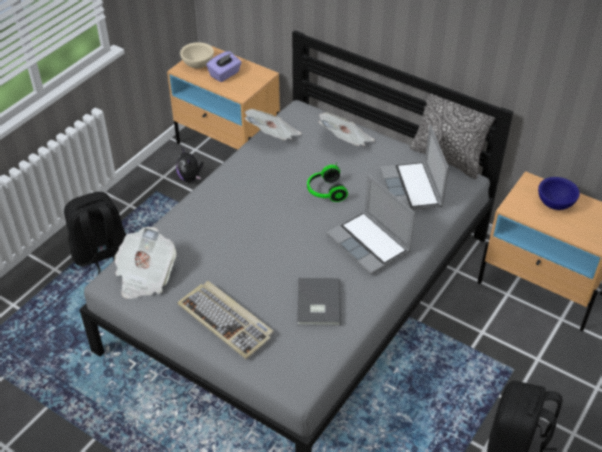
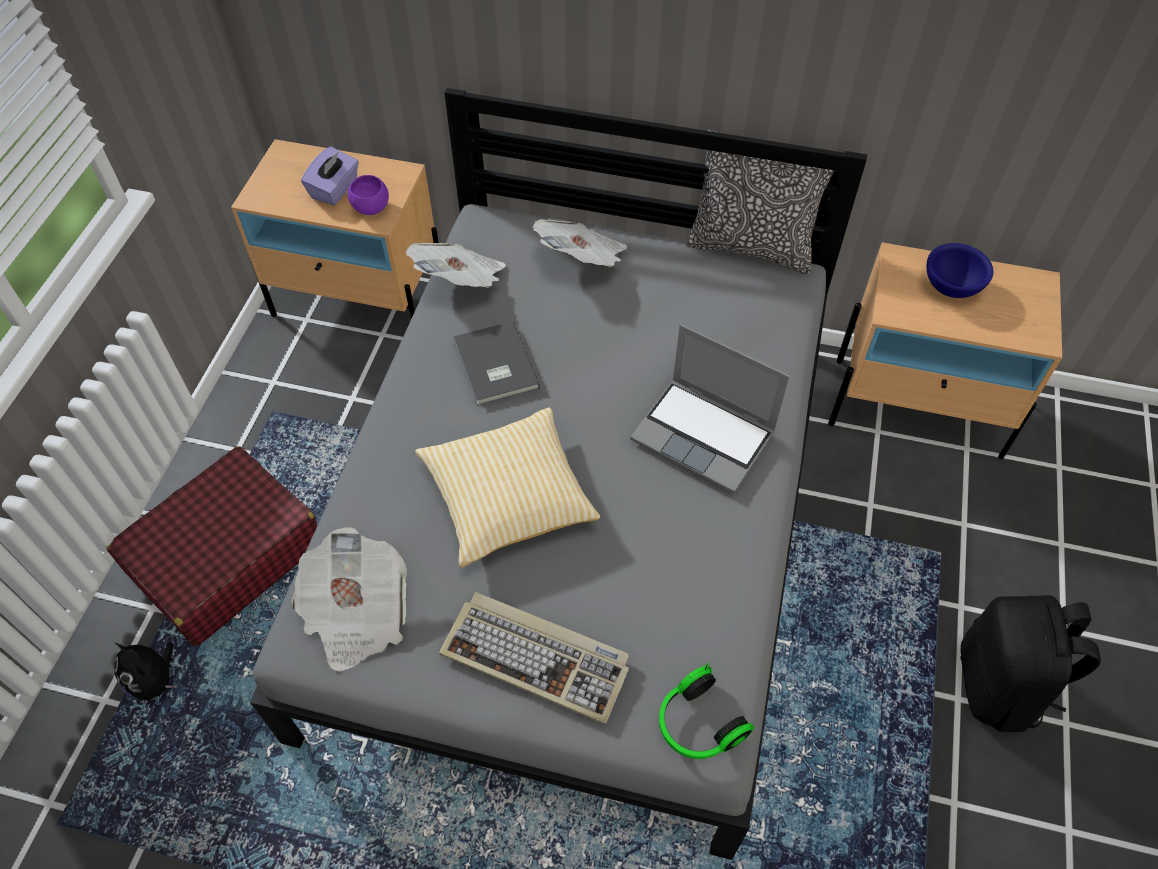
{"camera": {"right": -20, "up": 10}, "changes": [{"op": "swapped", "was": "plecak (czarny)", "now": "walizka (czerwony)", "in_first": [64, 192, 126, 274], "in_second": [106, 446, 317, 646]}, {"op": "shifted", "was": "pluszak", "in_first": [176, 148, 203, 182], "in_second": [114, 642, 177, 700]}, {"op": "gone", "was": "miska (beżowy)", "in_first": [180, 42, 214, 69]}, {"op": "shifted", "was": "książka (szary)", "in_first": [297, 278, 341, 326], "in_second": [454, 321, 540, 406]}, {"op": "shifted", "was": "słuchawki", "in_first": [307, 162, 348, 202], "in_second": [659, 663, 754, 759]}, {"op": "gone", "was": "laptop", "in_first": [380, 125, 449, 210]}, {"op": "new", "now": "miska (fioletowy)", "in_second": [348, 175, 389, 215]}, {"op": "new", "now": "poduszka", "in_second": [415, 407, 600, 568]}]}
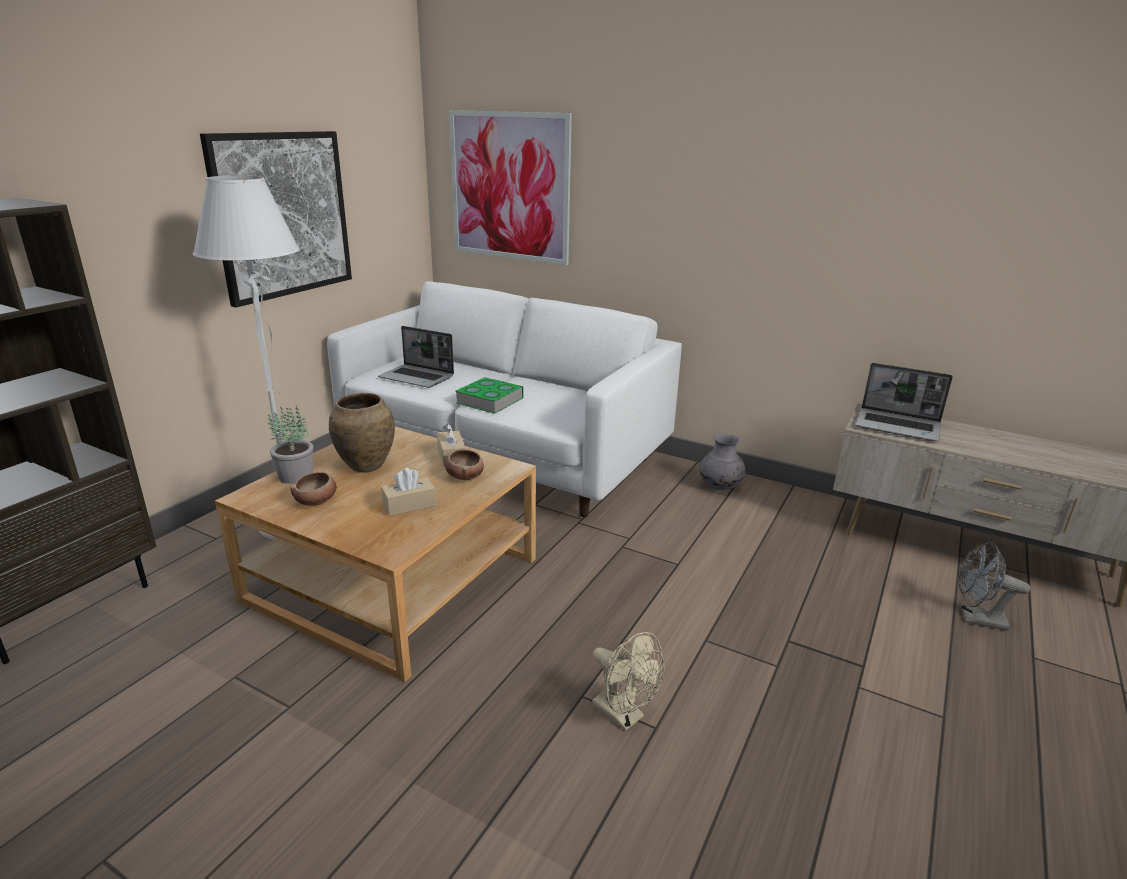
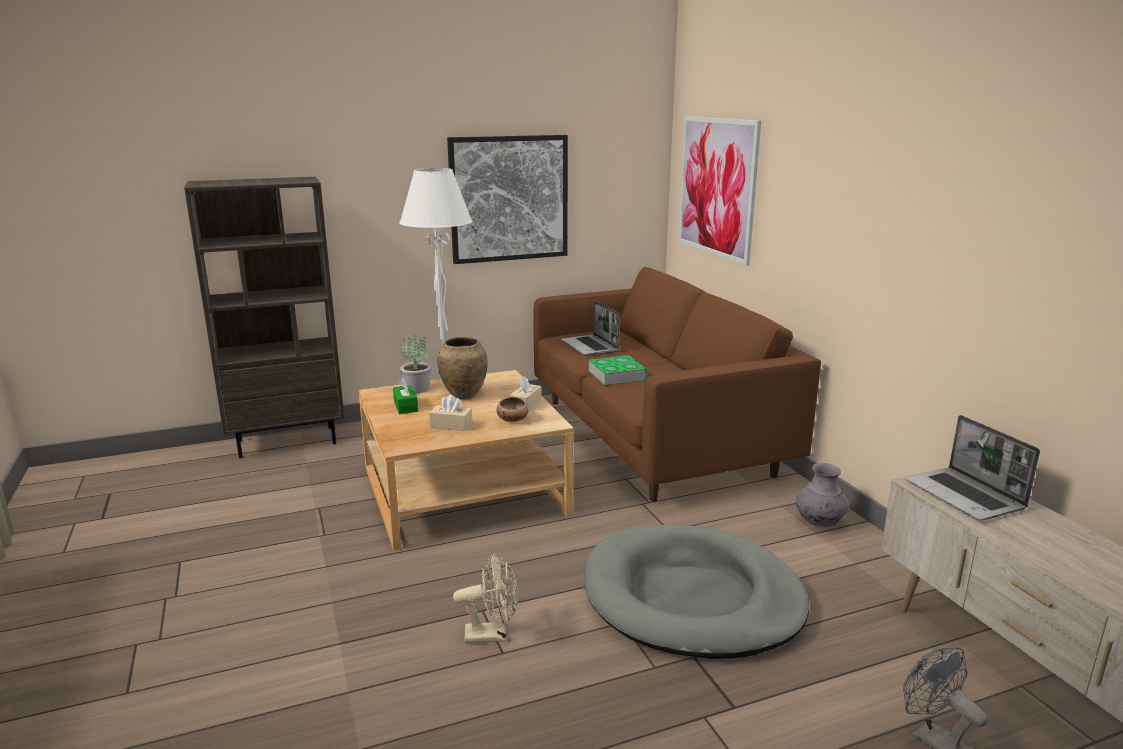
{"camera": {"right": 40, "up": -5}, "changes": [{"op": "swapped", "was": "miska", "now": "pudełko chusteczek (zielony)", "in_first": [290, 472, 337, 506], "in_second": [393, 378, 418, 414]}, {"op": "repainted", "was": "kanapa (biały)", "now": "kanapa (brązowy)", "in_first": [327, 281, 682, 517], "in_second": [534, 267, 821, 502]}, {"op": "rotated", "was": "wentylator (beżowy)", "in_first": [592, 632, 664, 731], "in_second": [453, 553, 518, 643], "clockwise": -90}, {"op": "new", "now": "legowisko (szary)", "in_second": [585, 525, 809, 659]}]}
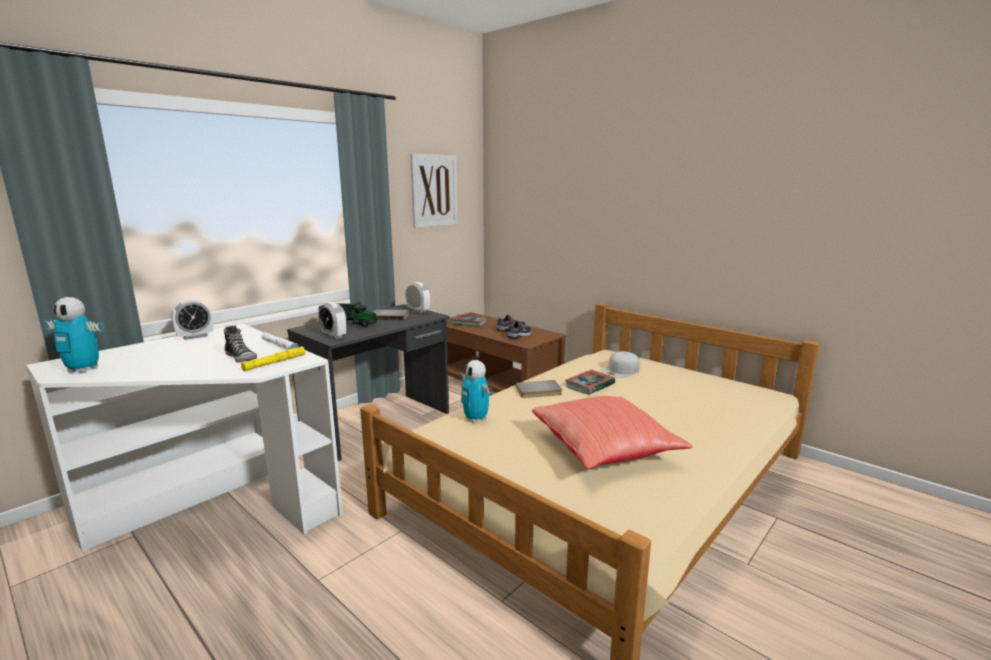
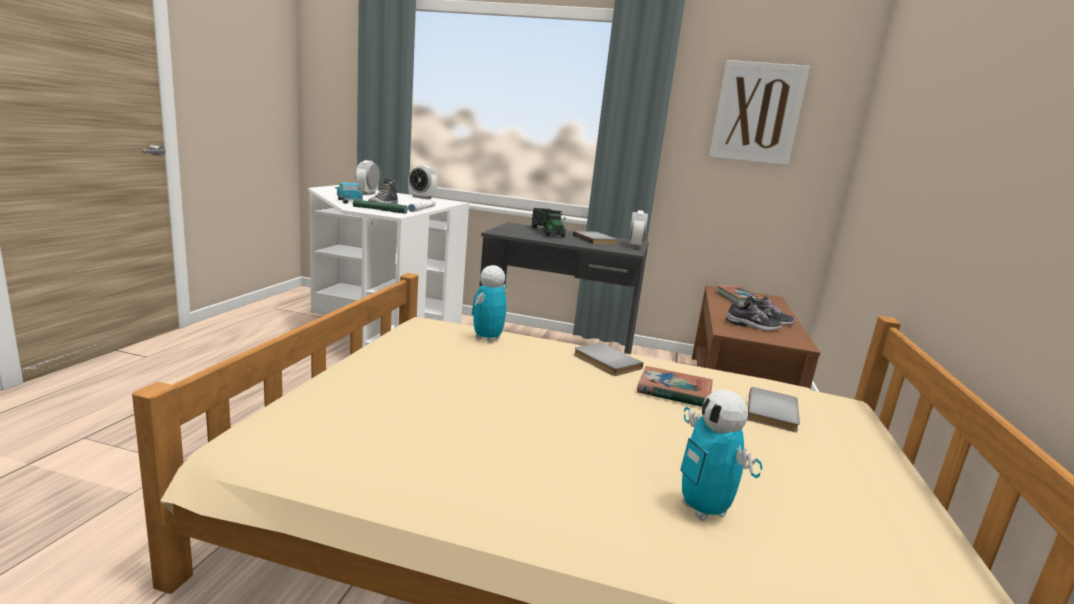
{"camera": {"right": 60, "up": 0}, "changes": [{"op": "shifted", "was": "robot zabawkowy", "in_first": [43, 297, 104, 373], "in_second": [680, 390, 762, 521]}, {"op": "repainted", "was": "latarka (żółty)", "now": "latarka (zielony)", "in_first": [241, 346, 305, 371], "in_second": [353, 199, 408, 214]}, {"op": "shifted", "was": "budzik", "in_first": [318, 302, 346, 339], "in_second": [355, 160, 380, 195]}, {"op": "gone", "was": "poduszka (czerwony)", "in_first": [532, 396, 693, 469]}, {"op": "swapped", "was": "czapka z daszkiem (biały)", "now": "książka (szary)", "in_first": [601, 351, 640, 378], "in_second": [747, 387, 800, 432]}, {"op": "new", "now": "ciężarówka zabawkowa", "in_second": [335, 182, 363, 203]}]}
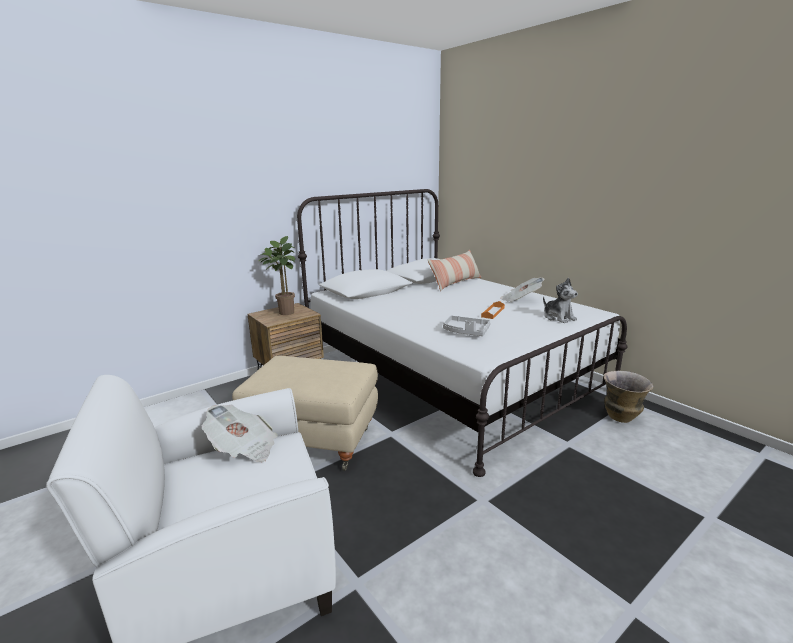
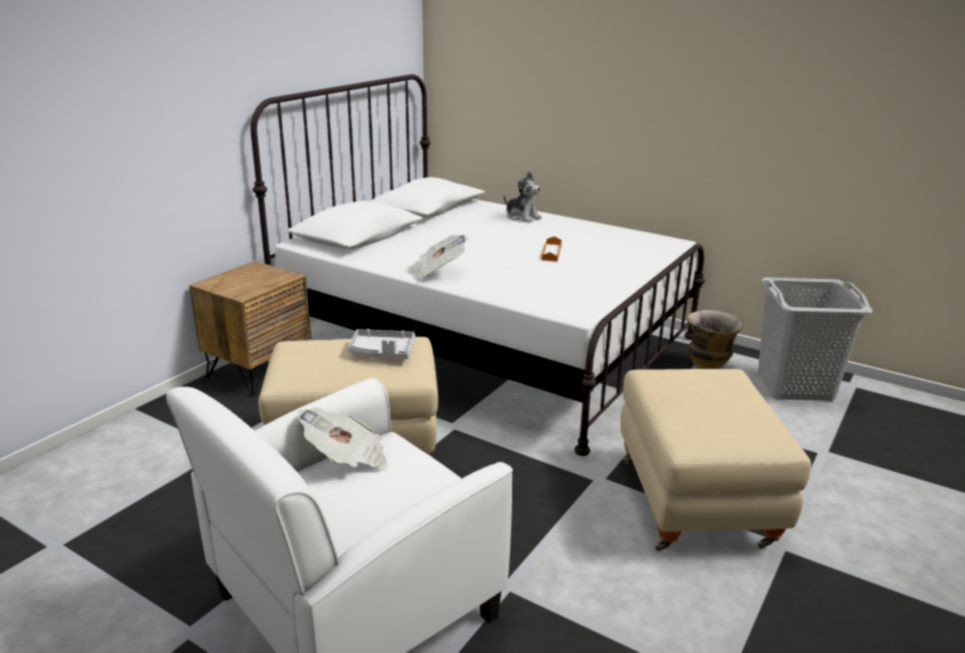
{"camera": {"right": -20, "up": 5}, "changes": [{"op": "gone", "was": "roślina doniczkowa", "in_first": [258, 236, 295, 315]}, {"op": "gone", "was": "poduszka", "in_first": [428, 250, 481, 291]}, {"op": "shifted", "was": "taca (szary)", "in_first": [443, 316, 491, 336], "in_second": [348, 329, 415, 359]}, {"op": "shifted", "was": "gazeta", "in_first": [500, 277, 545, 302], "in_second": [405, 235, 468, 278]}, {"op": "shifted", "was": "pluszak", "in_first": [543, 278, 578, 323], "in_second": [504, 171, 541, 223]}, {"op": "new", "now": "pufa (beżowy)", "in_second": [621, 369, 811, 551]}, {"op": "new", "now": "kosz na pranie (szary)", "in_second": [758, 278, 873, 401]}]}
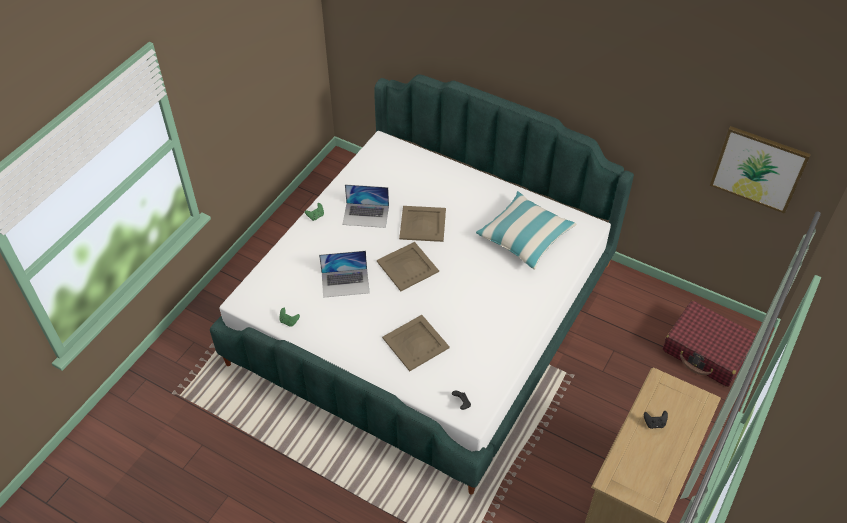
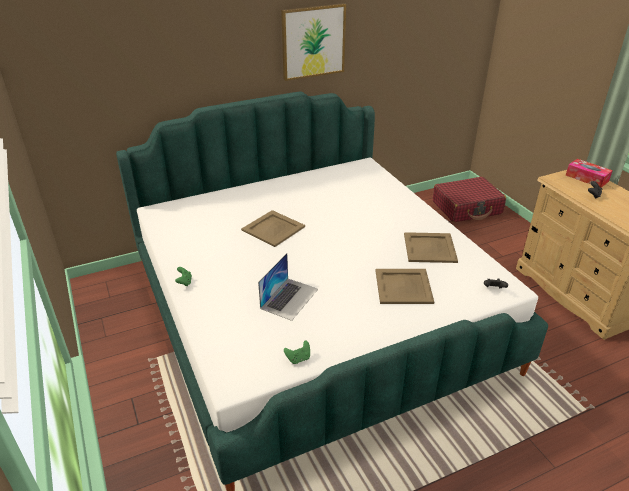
{"camera": {"right": -55, "up": -15}, "changes": [{"op": "gone", "was": "laptop", "in_first": [342, 184, 389, 228]}, {"op": "shifted", "was": "taca (beżowy)", "in_first": [377, 242, 439, 291], "in_second": [404, 232, 458, 263]}, {"op": "gone", "was": "poduszka", "in_first": [476, 191, 576, 269]}, {"op": "shifted", "was": "obraz", "in_first": [710, 126, 811, 214], "in_second": [281, 3, 346, 81]}, {"op": "new", "now": "pudełko chusteczek", "in_second": [566, 159, 613, 188]}]}
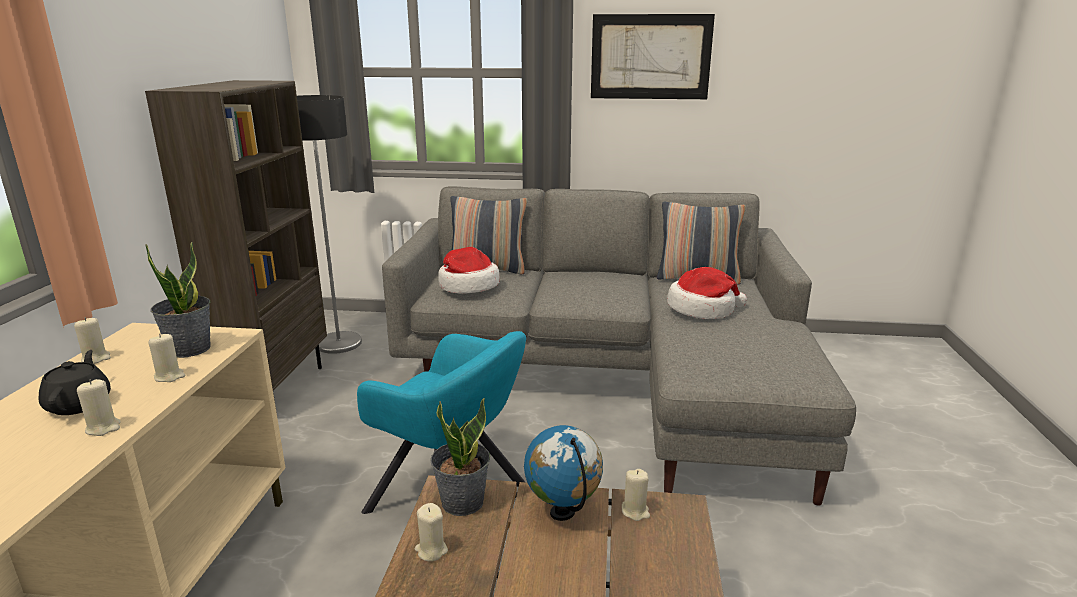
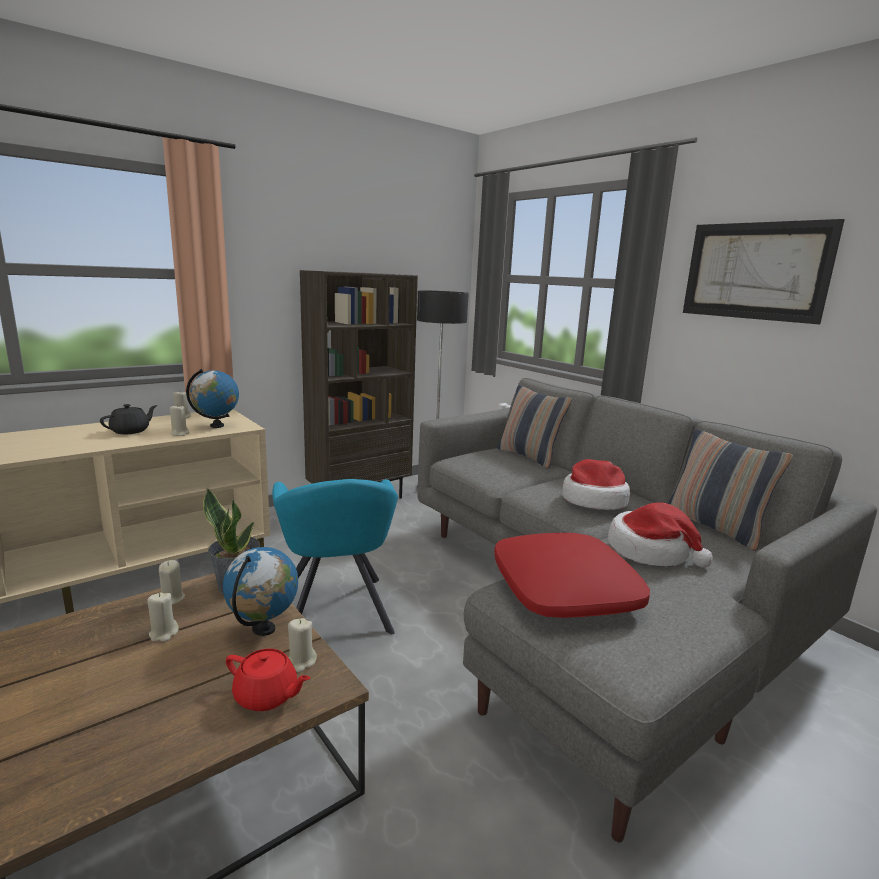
{"camera": {"right": 45, "up": -5}, "changes": [{"op": "shifted", "was": "świeca (beżowy)", "in_first": [77, 379, 121, 436], "in_second": [147, 593, 179, 642]}, {"op": "swapped", "was": "roślina doniczkowa", "now": "globus", "in_first": [146, 242, 211, 358], "in_second": [186, 369, 239, 428]}, {"op": "shifted", "was": "kapelusz", "in_first": [438, 247, 500, 294], "in_second": [562, 459, 630, 510]}, {"op": "new", "now": "imbryk (czerwony)", "in_second": [226, 649, 310, 711]}, {"op": "new", "now": "poduszka (czerwony)", "in_second": [494, 533, 650, 618]}]}
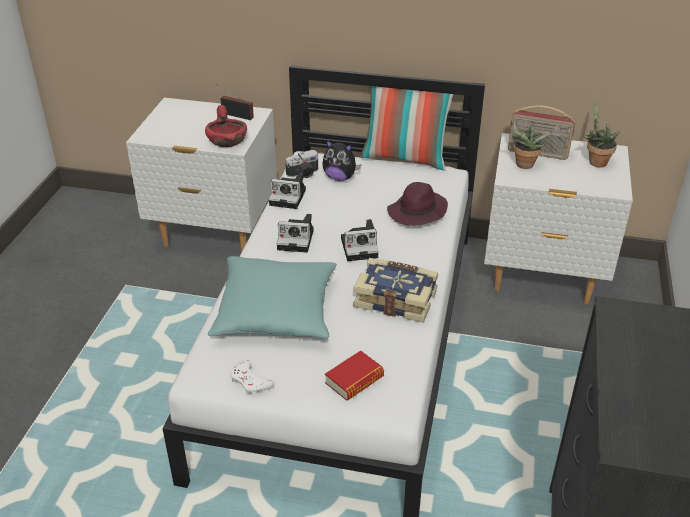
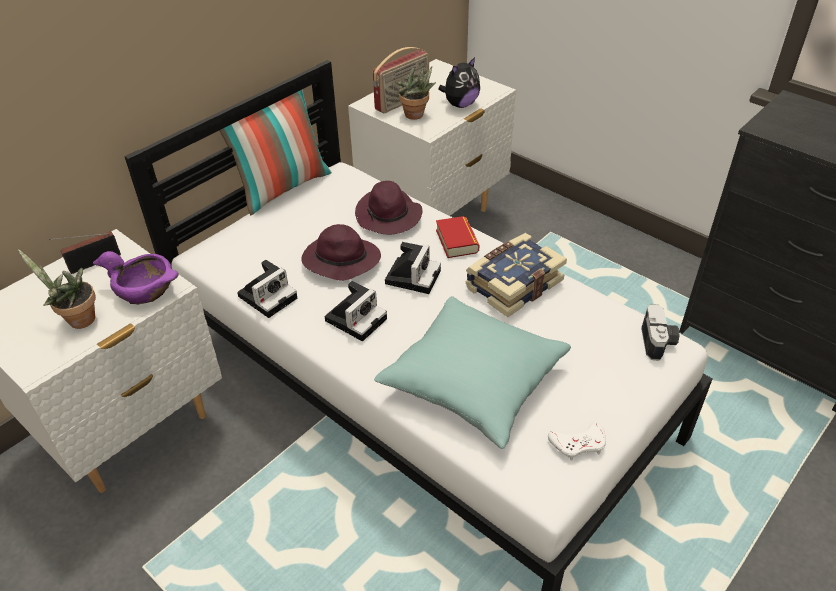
{"camera": {"right": -60, "up": 5}, "changes": [{"op": "repainted", "was": "miska (czerwony)", "now": "miska (fioletowy)", "in_first": [205, 105, 247, 147], "in_second": [93, 251, 179, 305]}, {"op": "shifted", "was": "aparat fotograficzny", "in_first": [285, 150, 318, 178], "in_second": [641, 304, 680, 361]}, {"op": "shifted", "was": "pluszak", "in_first": [322, 140, 362, 181], "in_second": [438, 57, 480, 108]}, {"op": "shifted", "was": "książka", "in_first": [325, 350, 384, 401], "in_second": [436, 216, 479, 258]}, {"op": "shifted", "was": "roślina doniczkowa", "in_first": [584, 102, 620, 168], "in_second": [18, 250, 96, 329]}, {"op": "new", "now": "kapelusz (fioletowy)", "in_second": [301, 224, 381, 281]}]}
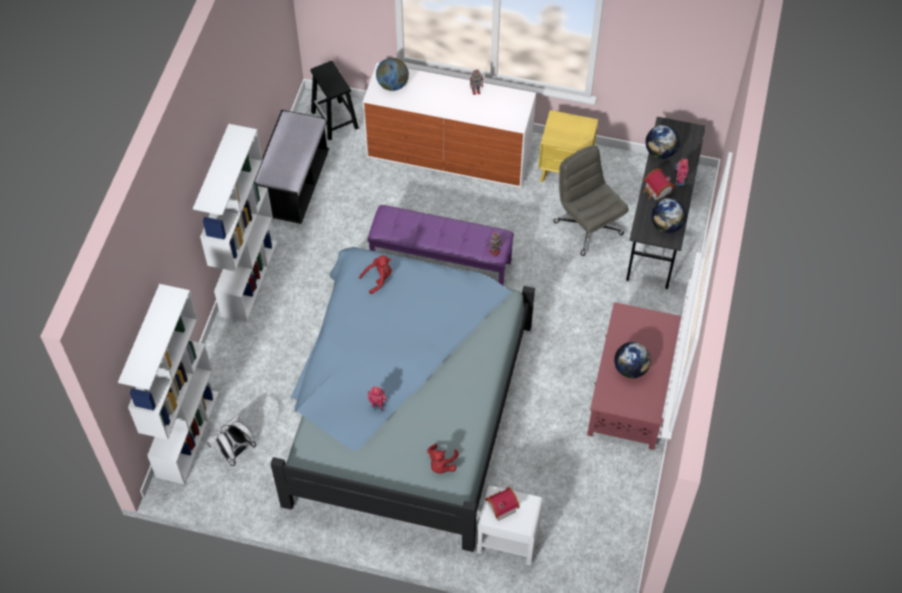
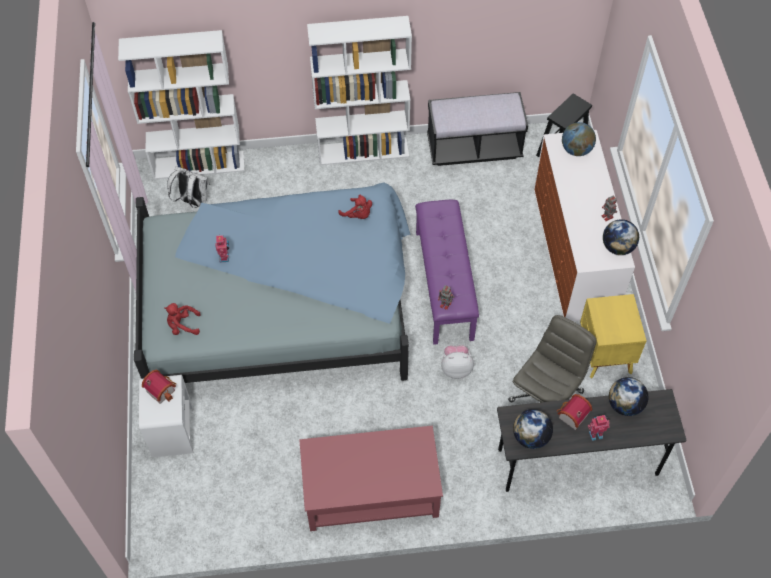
{"camera": {"right": 70, "up": 0}, "changes": [{"op": "shifted", "was": "globus", "in_first": [614, 342, 651, 378], "in_second": [603, 219, 639, 255]}, {"op": "new", "now": "pluszak", "in_second": [441, 345, 474, 379]}]}
